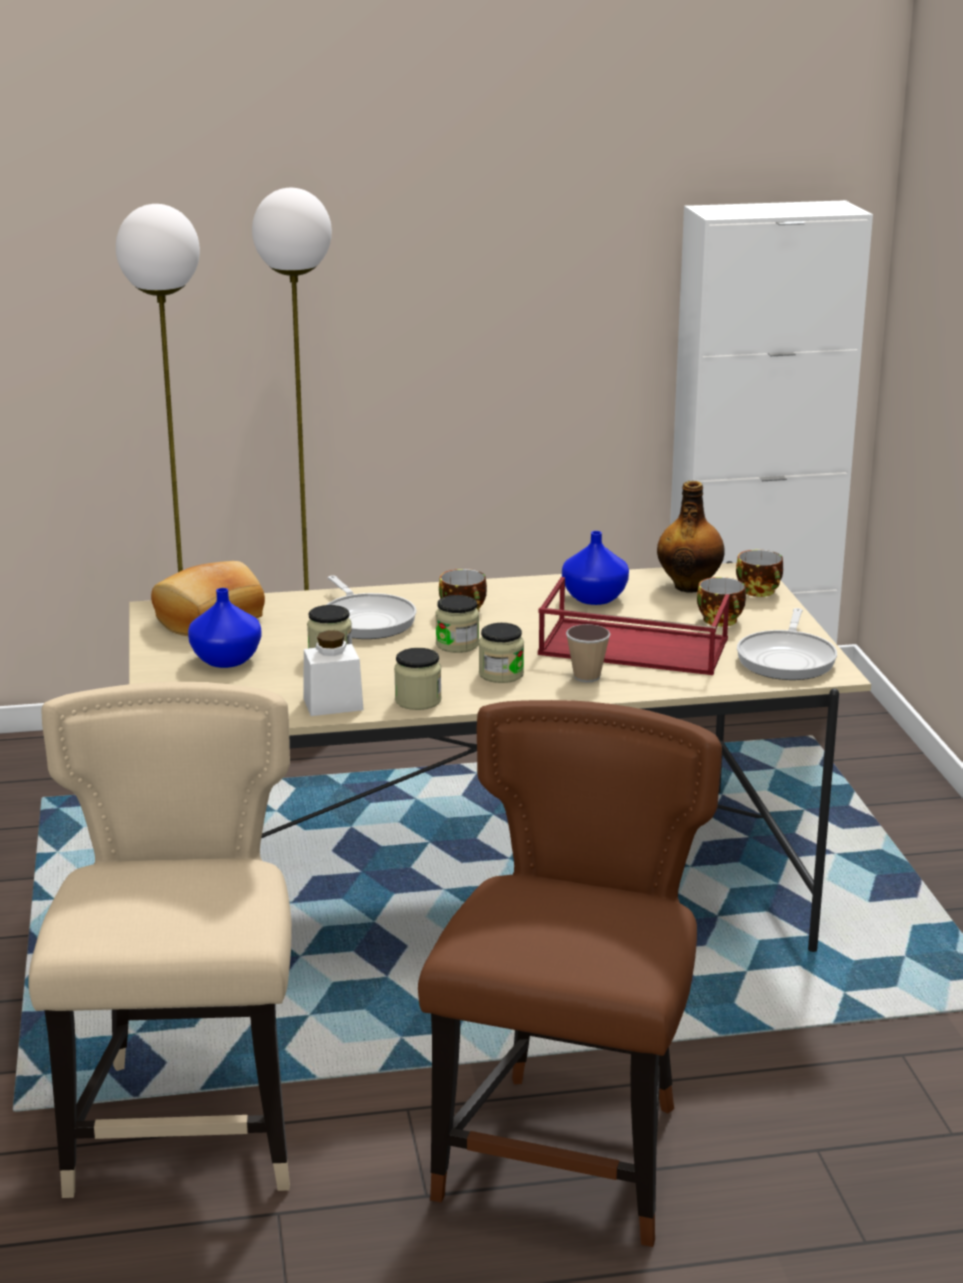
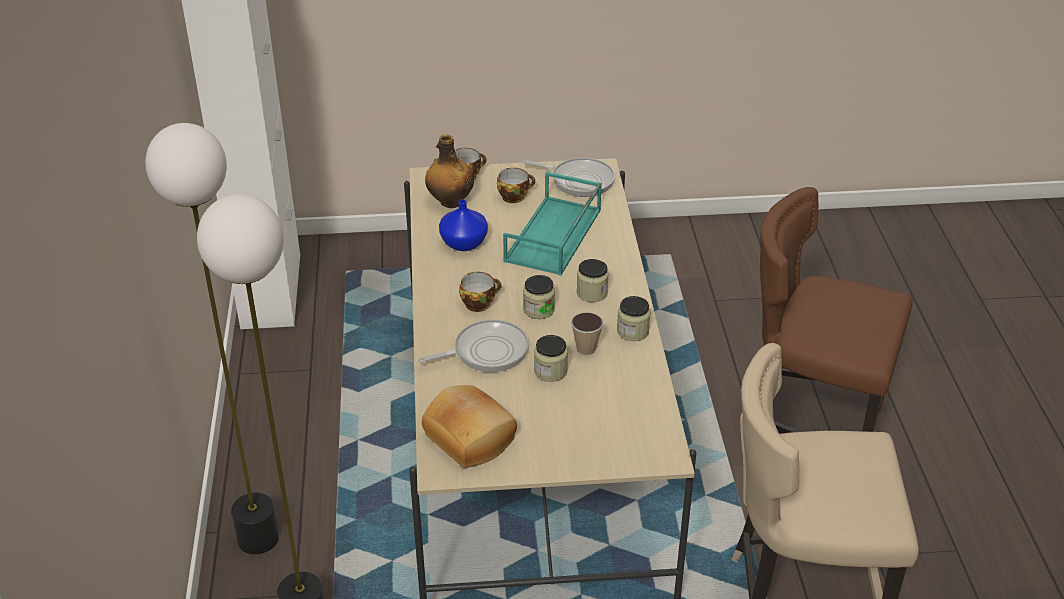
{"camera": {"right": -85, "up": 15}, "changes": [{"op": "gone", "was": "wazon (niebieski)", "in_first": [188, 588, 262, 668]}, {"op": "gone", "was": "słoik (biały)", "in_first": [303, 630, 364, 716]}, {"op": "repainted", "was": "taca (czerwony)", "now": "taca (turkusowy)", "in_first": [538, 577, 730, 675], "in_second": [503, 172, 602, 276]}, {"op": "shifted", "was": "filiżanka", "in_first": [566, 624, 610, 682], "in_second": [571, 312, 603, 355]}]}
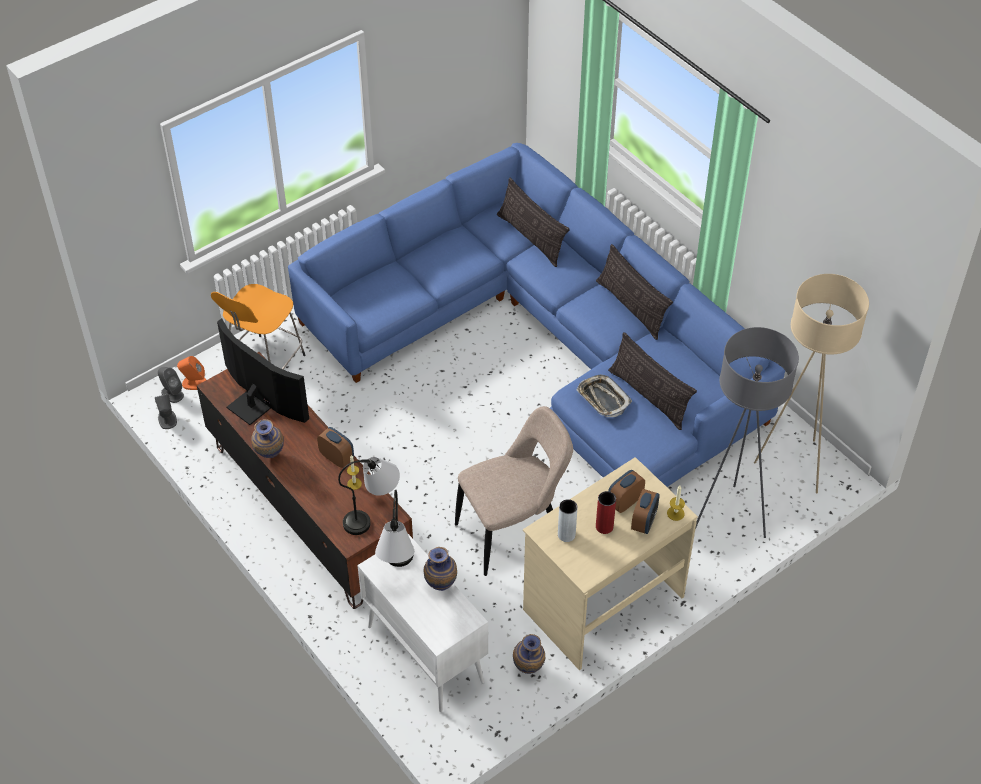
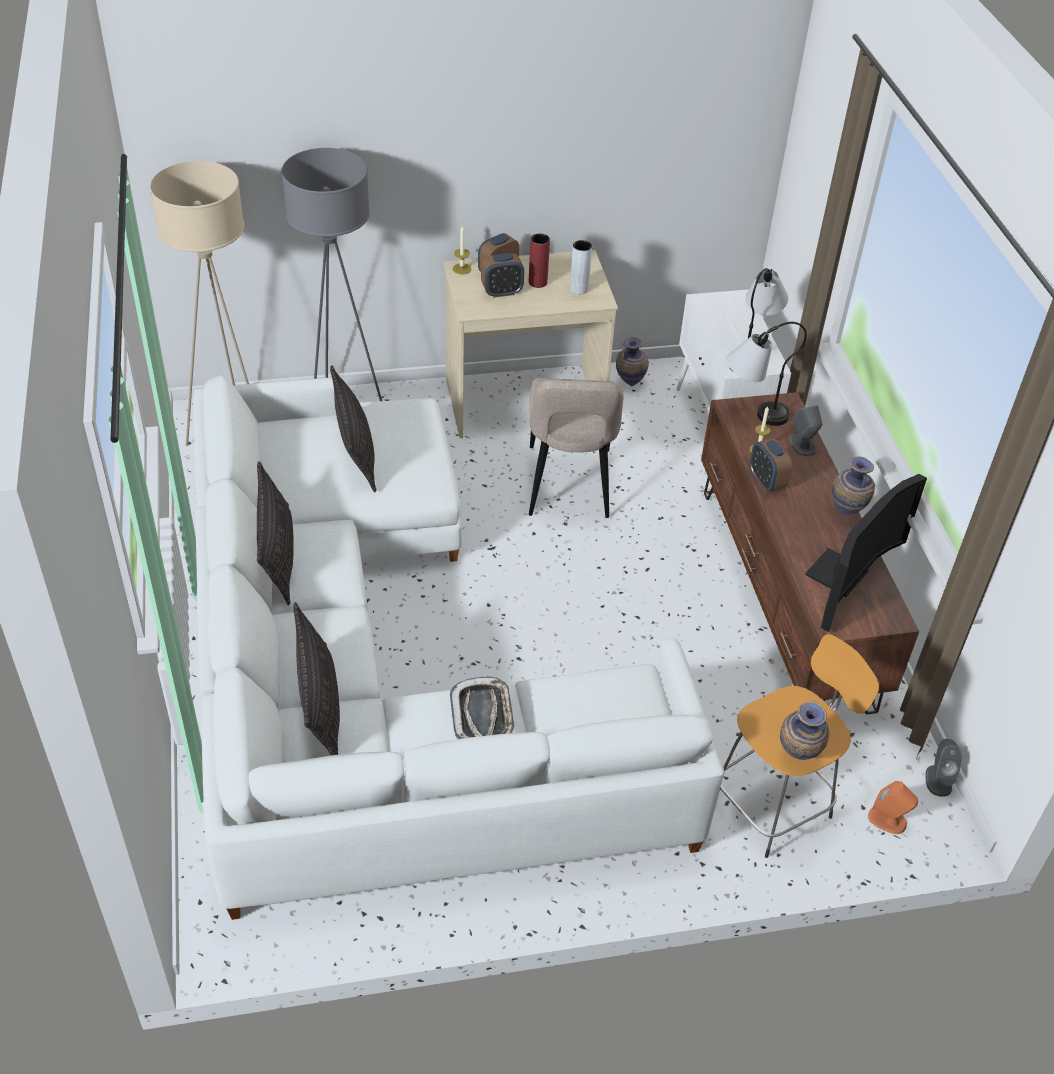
{"camera": {"right": -155, "up": -5}, "changes": [{"op": "shifted", "was": "głośnik (szary)", "in_first": [158, 367, 184, 403], "in_second": [789, 405, 823, 456]}, {"op": "rotated", "was": "telewizor", "in_first": [217, 318, 309, 425], "in_second": [805, 474, 927, 632], "clockwise": -120}, {"op": "repainted", "was": "kanapa (niebieski)", "now": "kanapa (biały)", "in_first": [288, 143, 785, 487], "in_second": [193, 375, 724, 920]}, {"op": "shifted", "was": "wazon", "in_first": [423, 547, 457, 591], "in_second": [780, 701, 830, 760]}, {"op": "rotated", "was": "krzesło (beżowy)", "in_first": [455, 406, 573, 576], "in_second": [529, 378, 624, 518], "clockwise": -90}, {"op": "shifted", "was": "taca", "in_first": [576, 374, 632, 417], "in_second": [450, 676, 515, 739]}]}
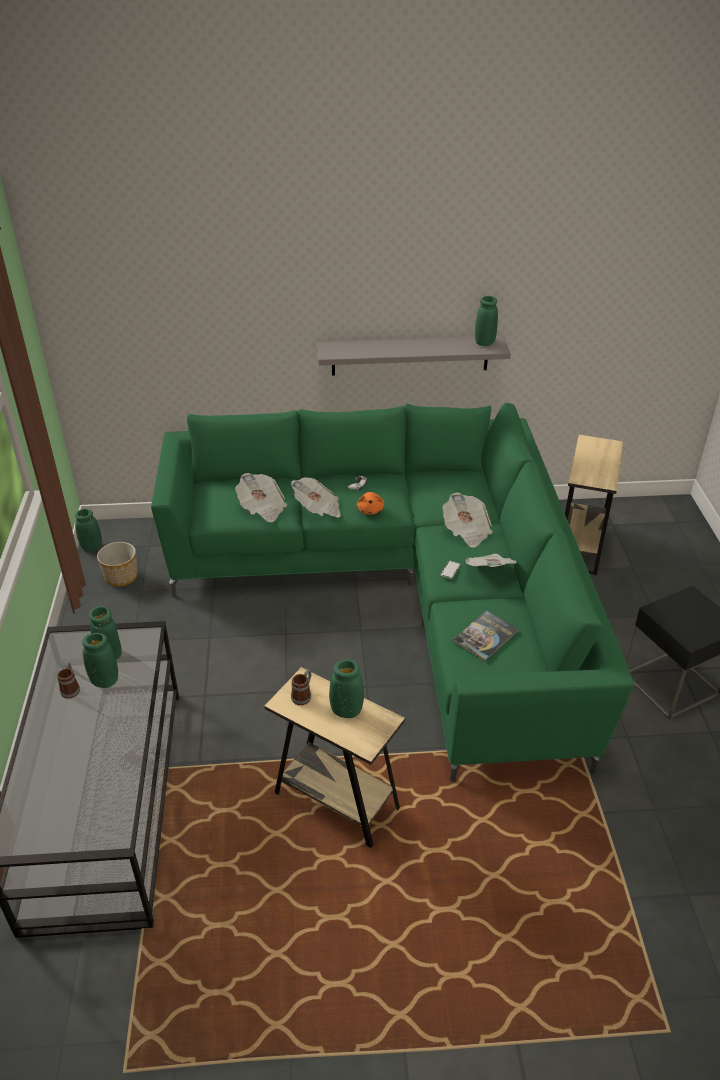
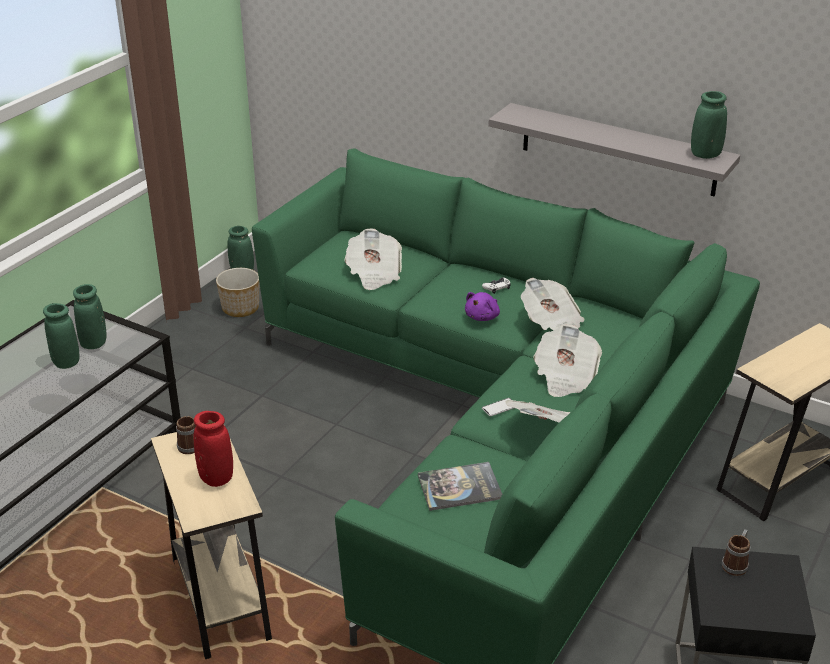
{"camera": {"right": 35, "up": -5}, "changes": [{"op": "shifted", "was": "kubek", "in_first": [57, 662, 80, 699], "in_second": [722, 529, 750, 576]}, {"op": "shifted", "was": "gazeta", "in_first": [291, 477, 341, 517], "in_second": [521, 278, 585, 331]}, {"op": "repainted", "was": "wazon (zielony)", "now": "wazon (czerwony)", "in_first": [329, 660, 364, 718], "in_second": [194, 411, 233, 487]}, {"op": "repainted", "was": "pluszak (pomarańczowy)", "now": "pluszak (fioletowy)", "in_first": [357, 492, 384, 515], "in_second": [465, 292, 500, 321]}]}
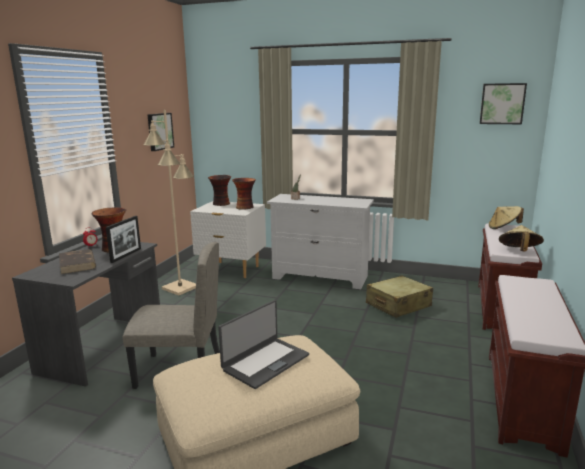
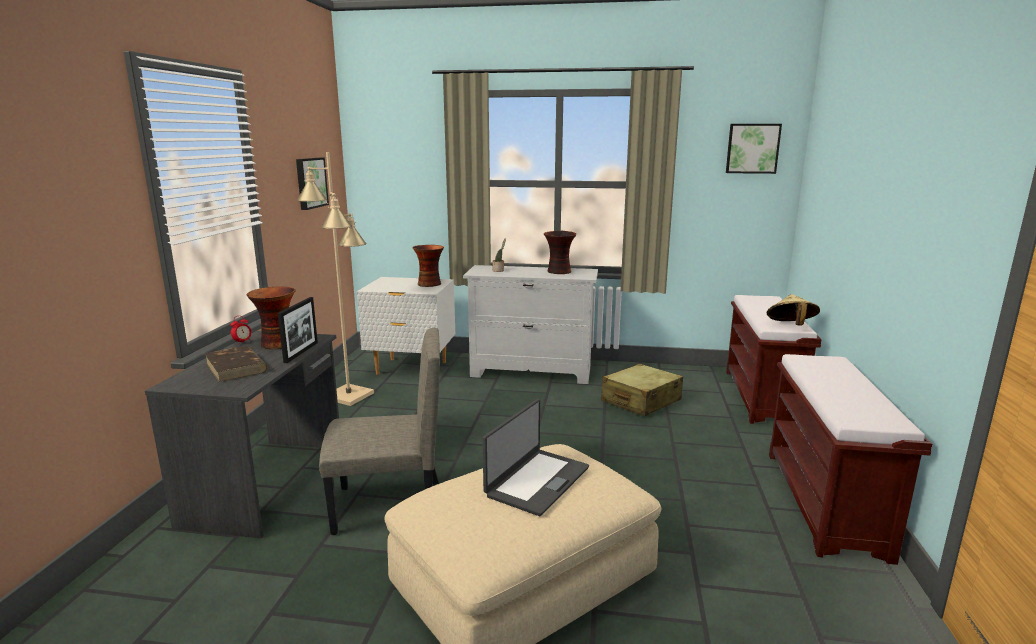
{"camera": {"right": -10, "up": 0}, "changes": [{"op": "shifted", "was": "wazon", "in_first": [208, 175, 231, 206], "in_second": [544, 231, 576, 274]}, {"op": "gone", "was": "kapelusz (beżowy)", "in_first": [489, 206, 524, 229]}]}
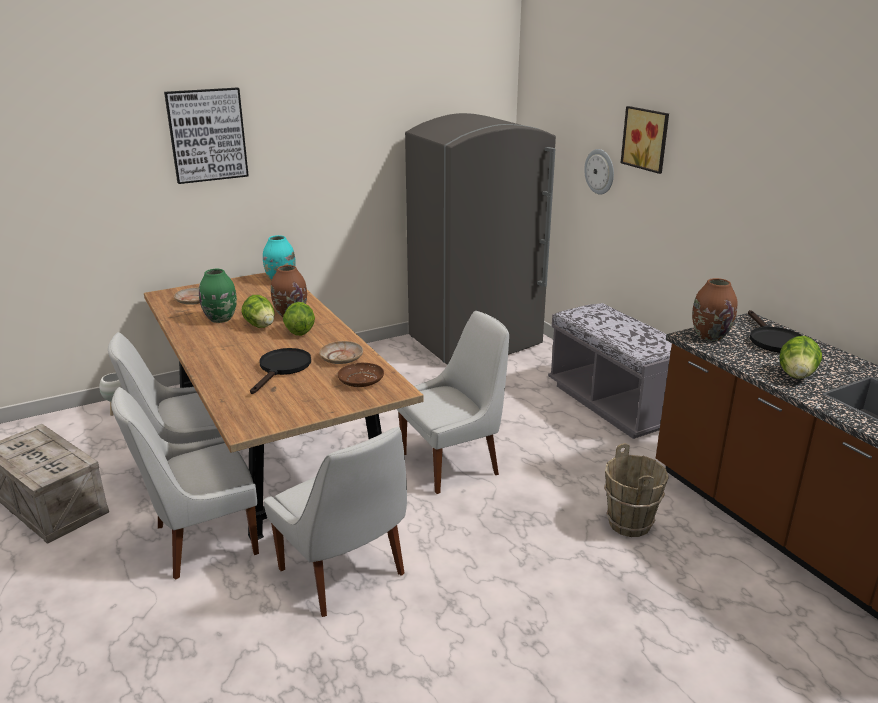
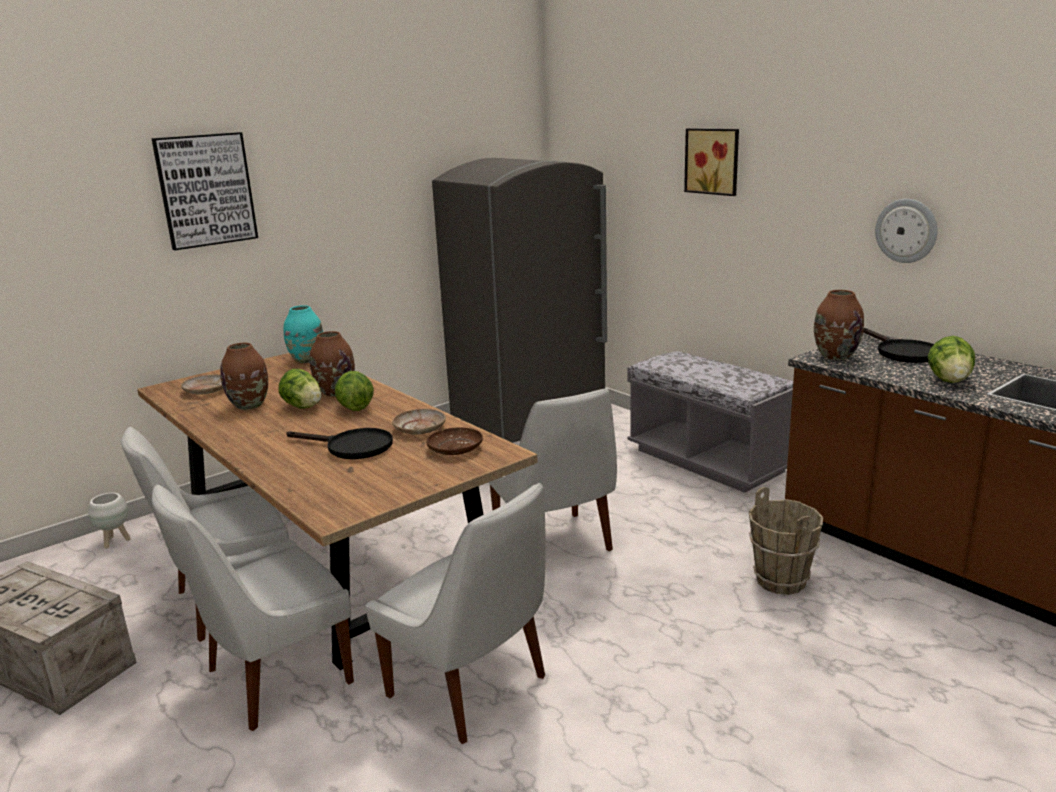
{"camera": {"right": -10, "up": -5}, "changes": [{"op": "repainted", "was": "wazon (zielony)", "now": "wazon (brązowy)", "in_first": [199, 269, 237, 323], "in_second": [220, 343, 268, 410]}, {"op": "rotated", "was": "patelnia (czarny)", "in_first": [250, 348, 311, 394], "in_second": [286, 428, 393, 459], "clockwise": 105}, {"op": "rotated", "was": "krzesło (biały)", "in_first": [397, 311, 509, 494], "in_second": [488, 388, 617, 551], "clockwise": 105}, {"op": "shifted", "was": "zegar ścienny", "in_first": [584, 149, 614, 195], "in_second": [875, 199, 938, 263]}]}
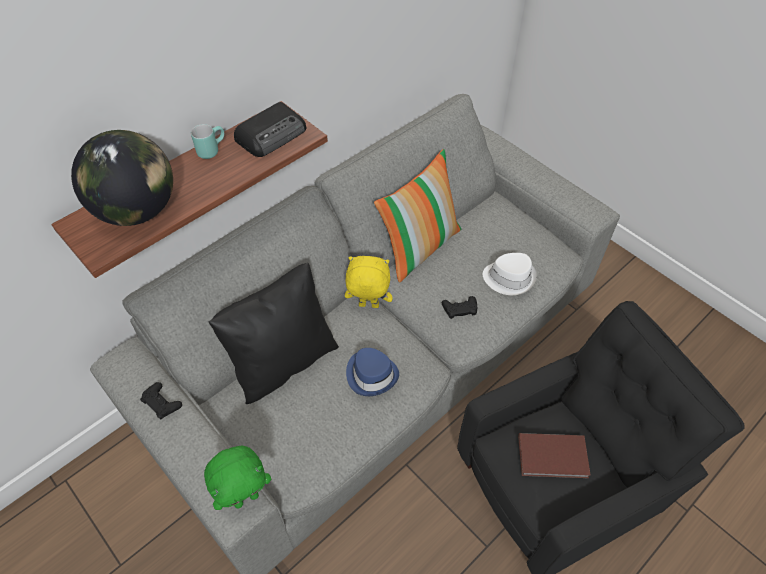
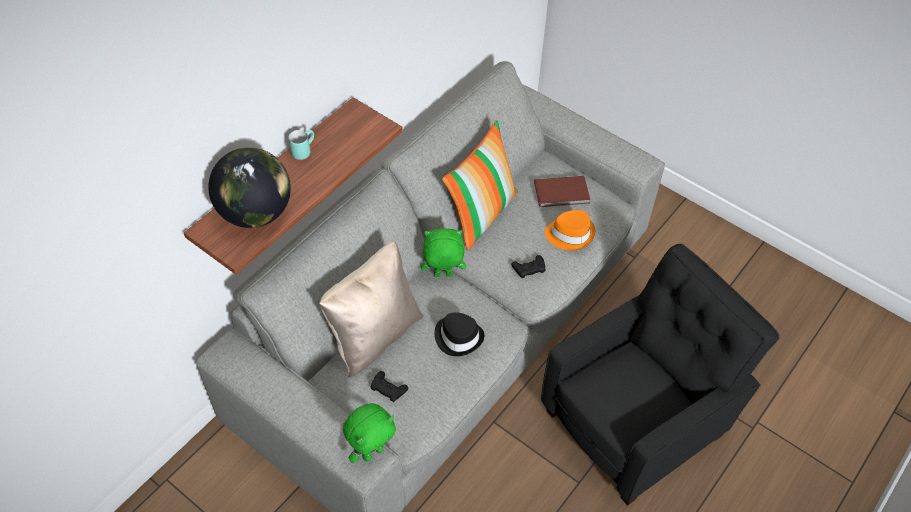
{"camera": {"right": -10, "up": 0}, "changes": [{"op": "shifted", "was": "pad do gier (czarny)", "in_first": [140, 382, 182, 419], "in_second": [370, 371, 408, 402]}, {"op": "repainted", "was": "poduszka (czarny)", "now": "poduszka (beżowy)", "in_first": [208, 263, 339, 404], "in_second": [319, 241, 423, 377]}, {"op": "gone", "was": "radio", "in_first": [234, 102, 306, 157]}, {"op": "repainted", "was": "pluszak (żółty)", "now": "pluszak (zielony)", "in_first": [345, 256, 393, 308], "in_second": [421, 229, 466, 277]}, {"op": "repainted", "was": "kapelusz (niebieski)", "now": "kapelusz (czarny)", "in_first": [346, 348, 399, 396], "in_second": [434, 312, 484, 356]}, {"op": "repainted", "was": "kapelusz (biały)", "now": "kapelusz (pomarańczowy)", "in_first": [483, 253, 537, 295], "in_second": [545, 210, 595, 251]}, {"op": "shifted", "was": "książka (brązowy)", "in_first": [518, 433, 591, 478], "in_second": [534, 176, 590, 207]}]}
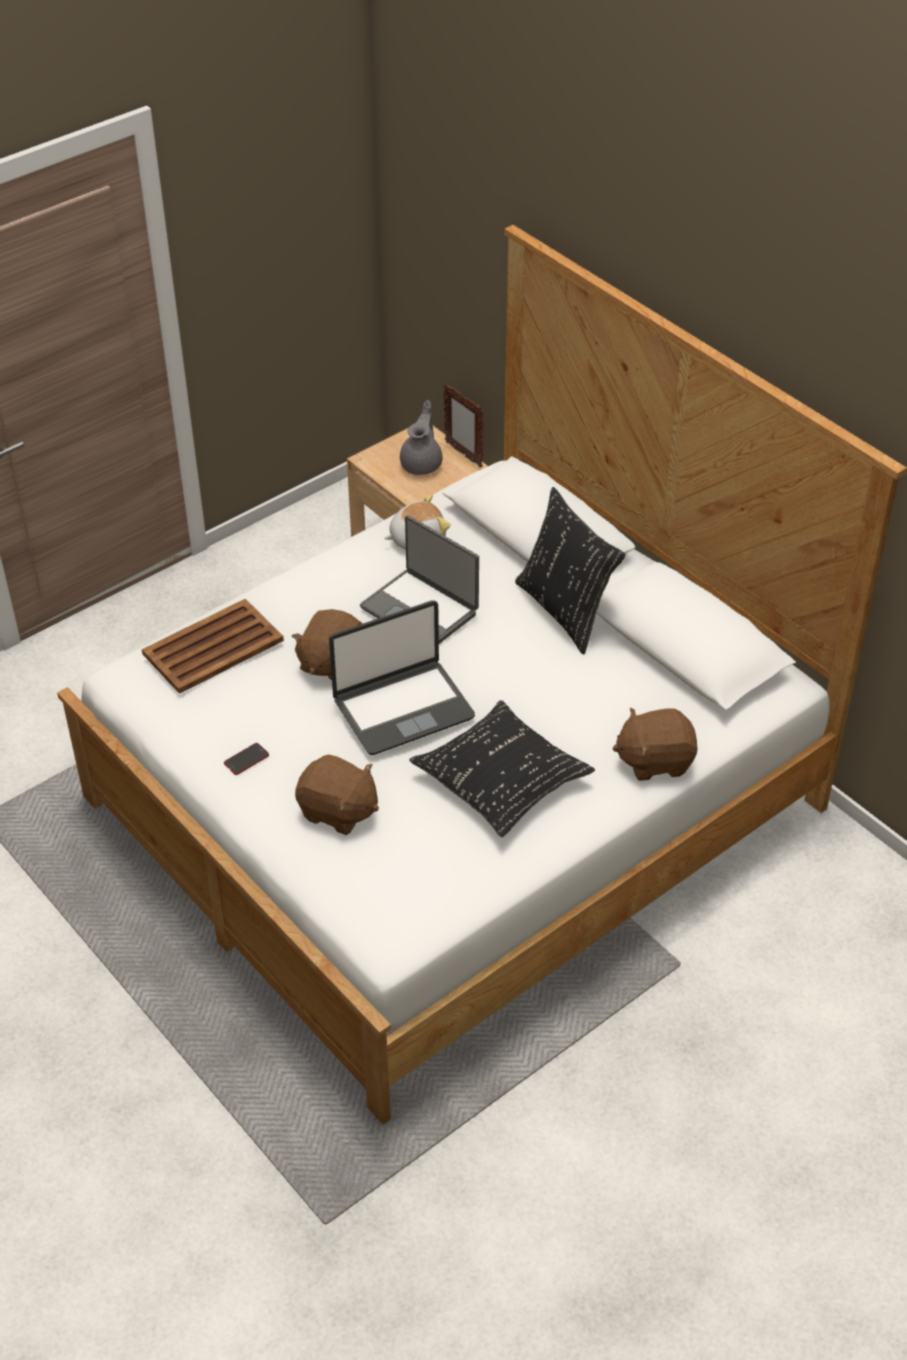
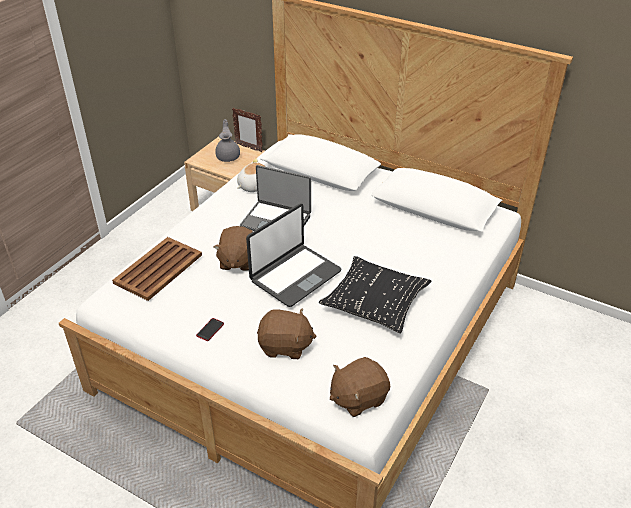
{"camera": {"right": -20, "up": -5}, "changes": [{"op": "gone", "was": "poduszka (czarny)", "in_first": [515, 487, 626, 655]}, {"op": "shifted", "was": "pluszak (brązowy)", "in_first": [613, 708, 698, 781], "in_second": [330, 357, 390, 417]}]}
